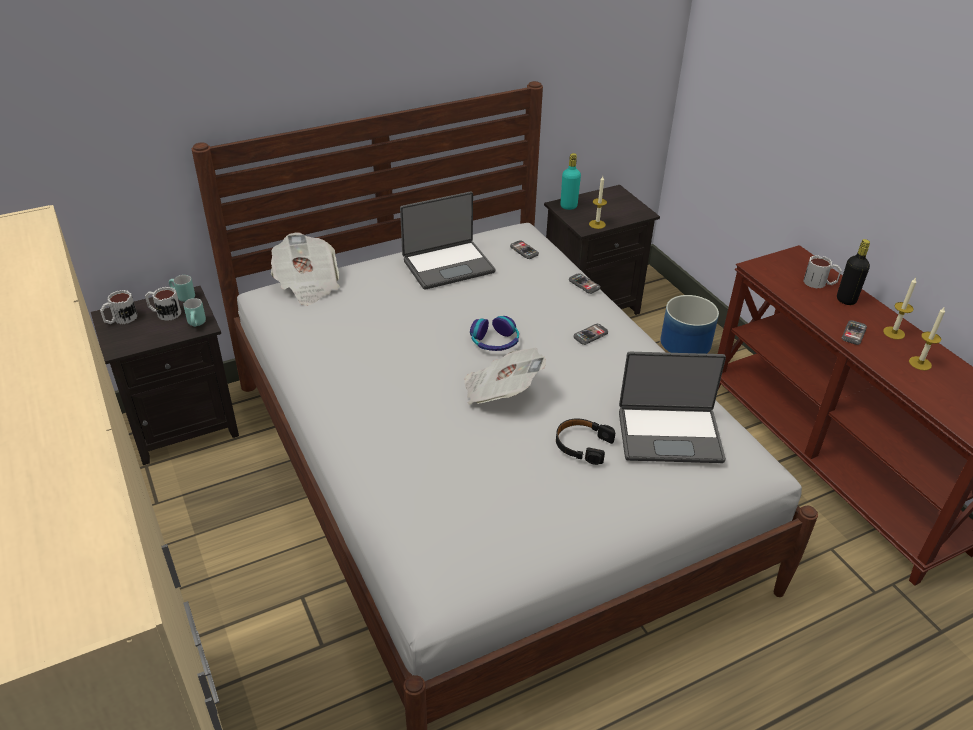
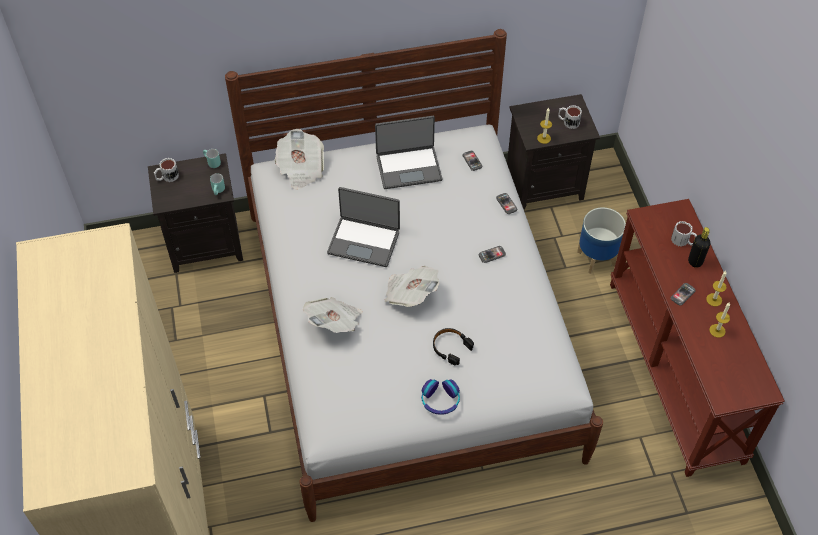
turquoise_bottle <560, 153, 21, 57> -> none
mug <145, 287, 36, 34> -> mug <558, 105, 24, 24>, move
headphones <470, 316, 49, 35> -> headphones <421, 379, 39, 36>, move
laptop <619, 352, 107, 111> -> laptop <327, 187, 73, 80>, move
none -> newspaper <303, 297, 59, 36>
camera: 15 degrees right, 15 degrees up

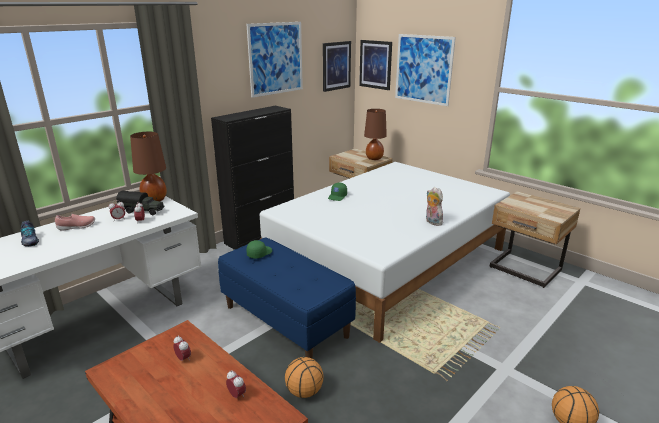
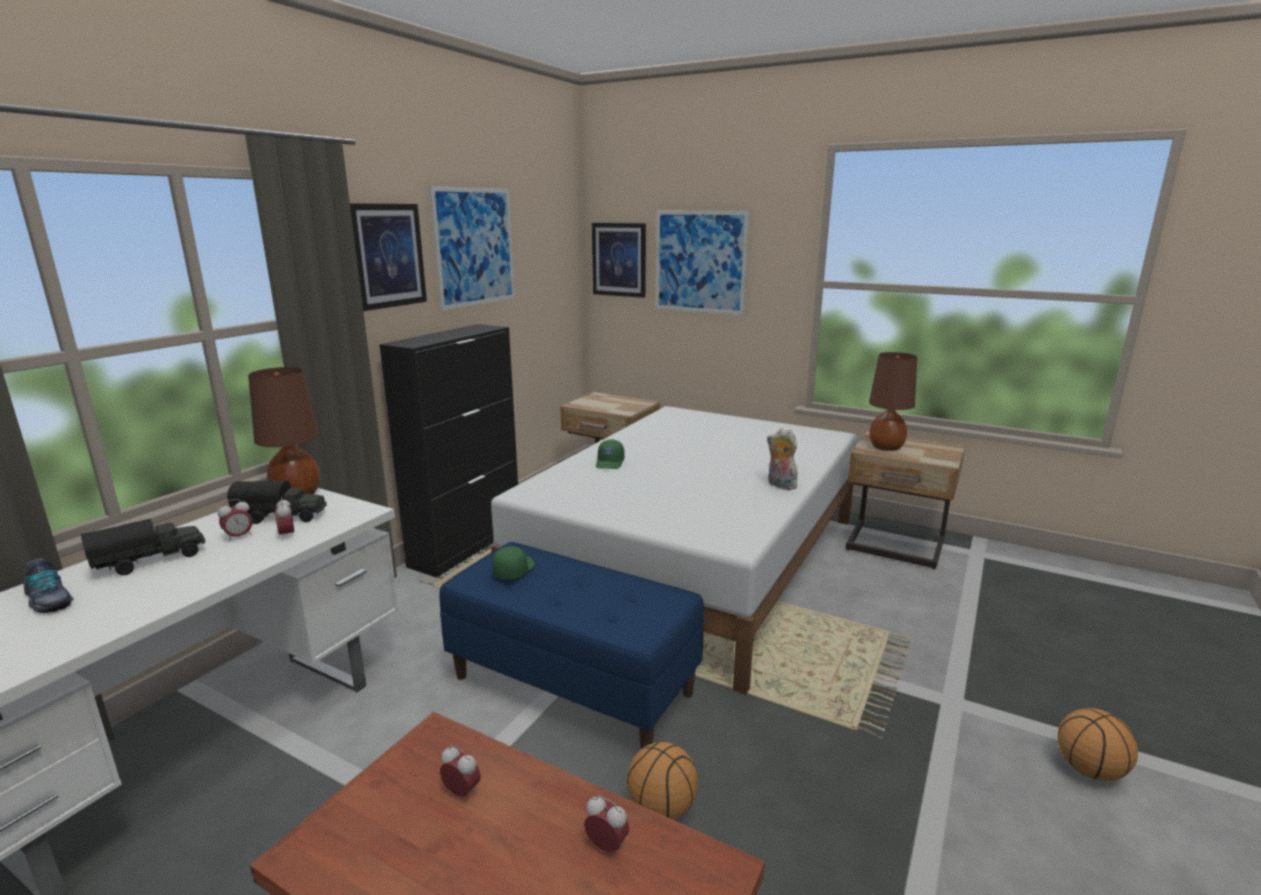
picture <323, 41, 28, 51> -> picture <350, 203, 77, 108>, move
brown_table_lamp <364, 109, 23, 51> -> brown_table_lamp <869, 352, 48, 99>, move
pink_shoe <55, 214, 40, 16> -> toy_truck <81, 519, 124, 56>
camera: 15 degrees left, 5 degrees down

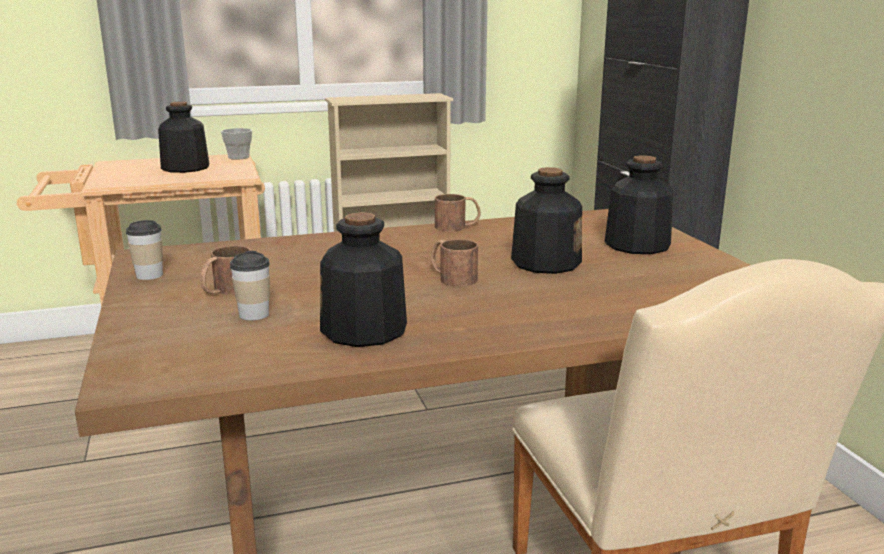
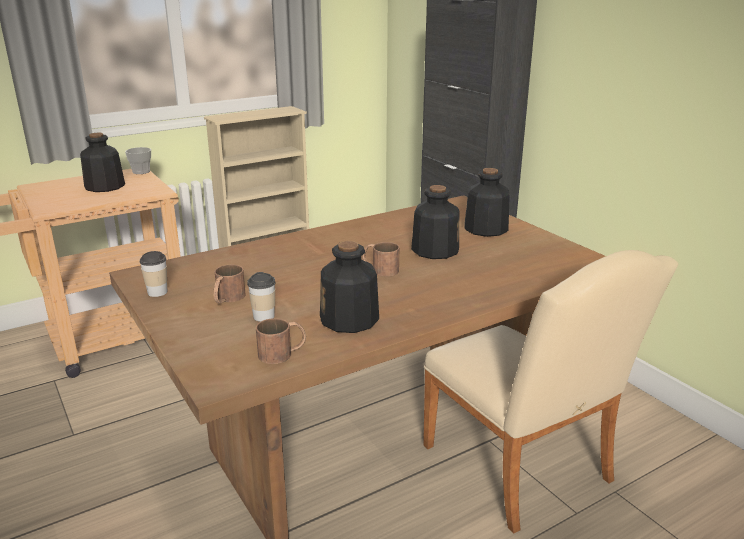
brown_mug <435, 194, 46, 37> -> brown_mug <256, 318, 50, 46>, move
camera: 15 degrees left, 5 degrees up

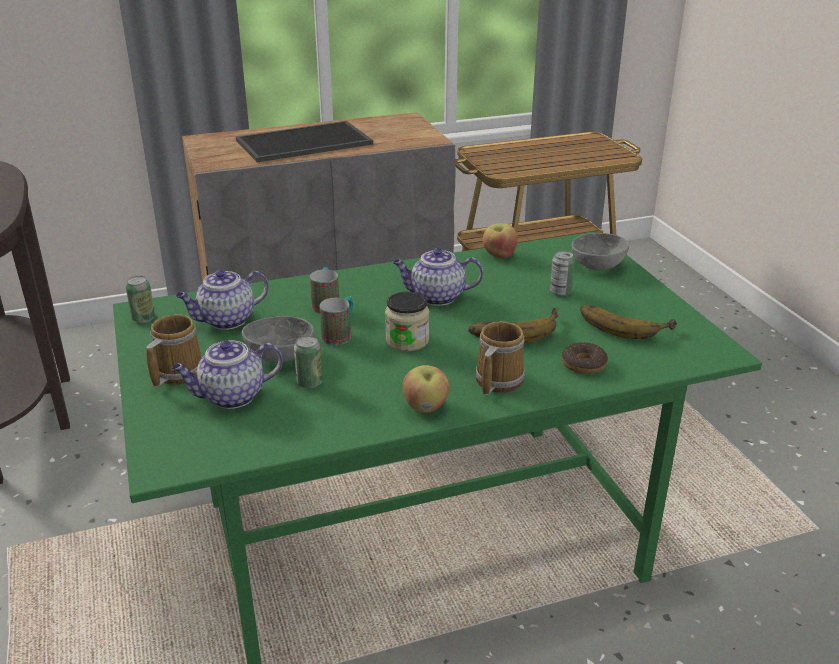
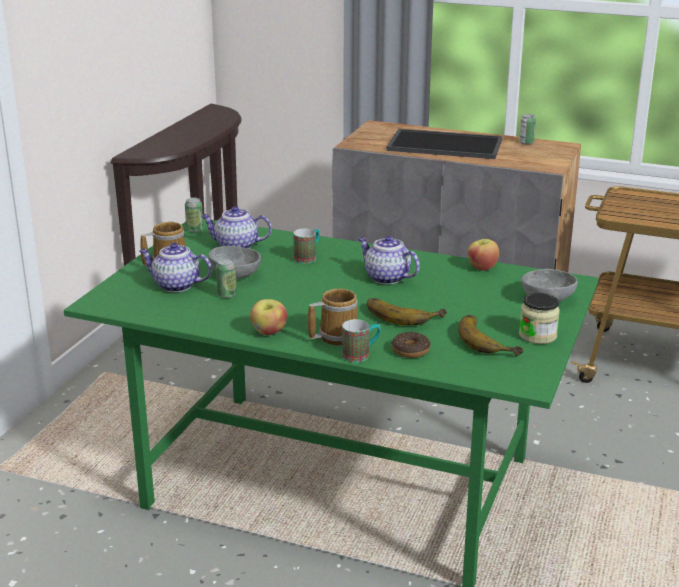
can <550, 251, 25, 45> -> can <519, 114, 17, 31>, move
jar <385, 292, 44, 59> -> jar <519, 293, 41, 51>, move
mug <320, 297, 33, 49> -> mug <342, 319, 39, 44>, move
camera: 40 degrees right, 5 degrees down

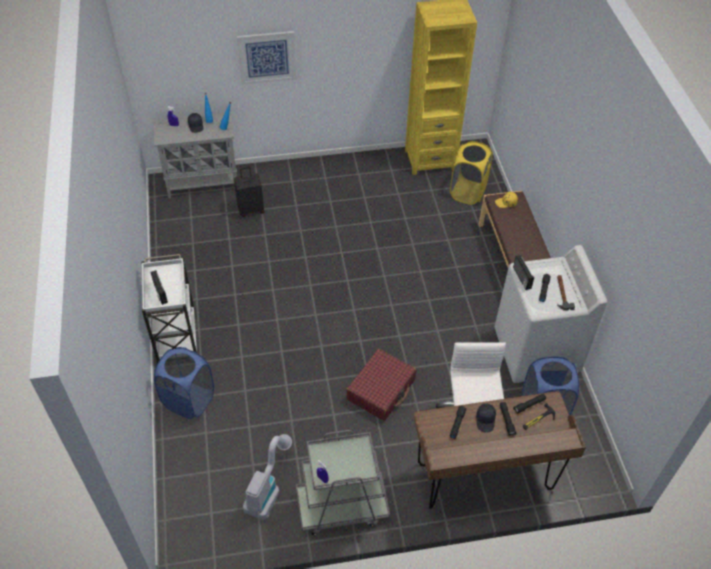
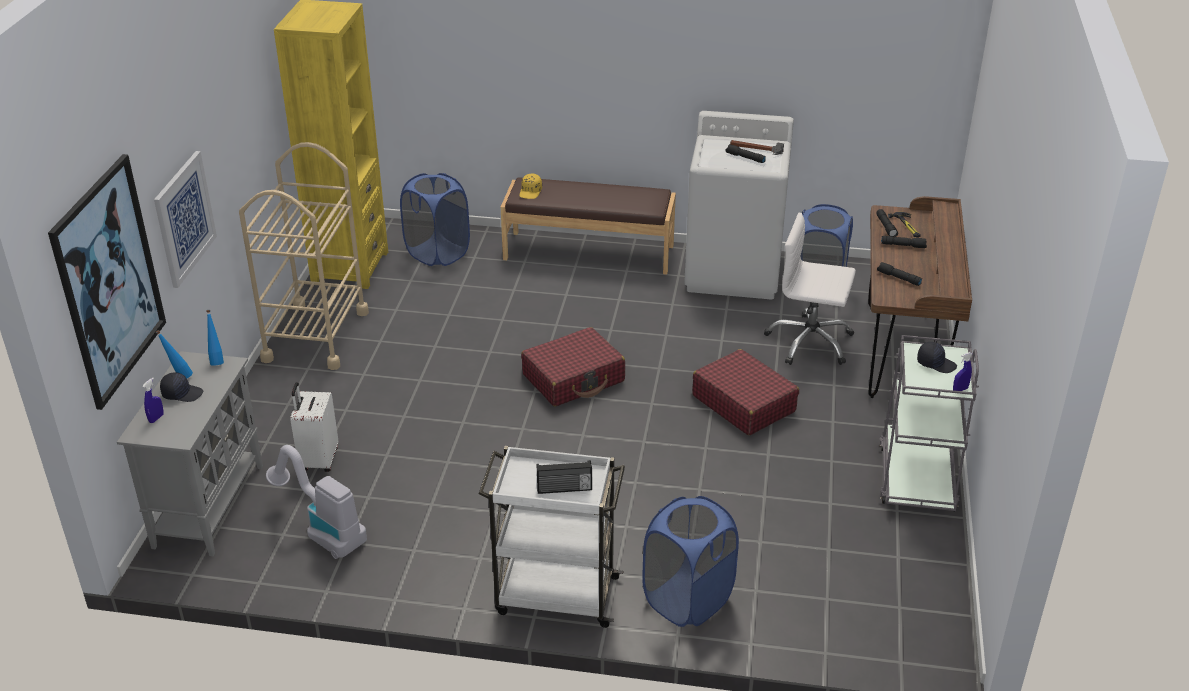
yellow_laundry_basket <450, 141, 43, 64> -> blue_laundry_basket <400, 173, 70, 93>
black_suitcase <234, 167, 31, 50> -> white_suitcase <290, 382, 48, 90>
radio <513, 255, 21, 35> -> none
black_cap <477, 404, 19, 29> -> black_cap <917, 342, 40, 31>, move
vacuum_cleaner <243, 434, 49, 86> -> vacuum_cleaner <266, 445, 101, 114>, move
none -> beige_cart <239, 142, 130, 228>
none -> picture <48, 154, 118, 256>
none -> red_suitcase <521, 327, 104, 79>
camera: 70 degrees left, 15 degrees down

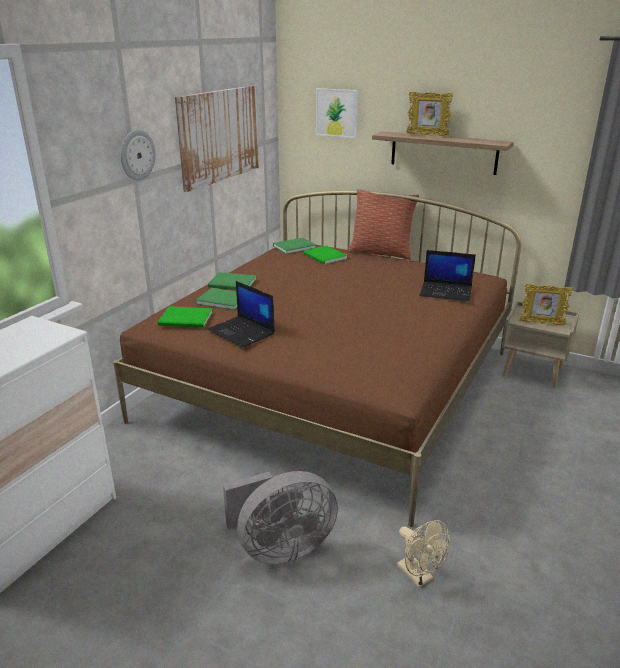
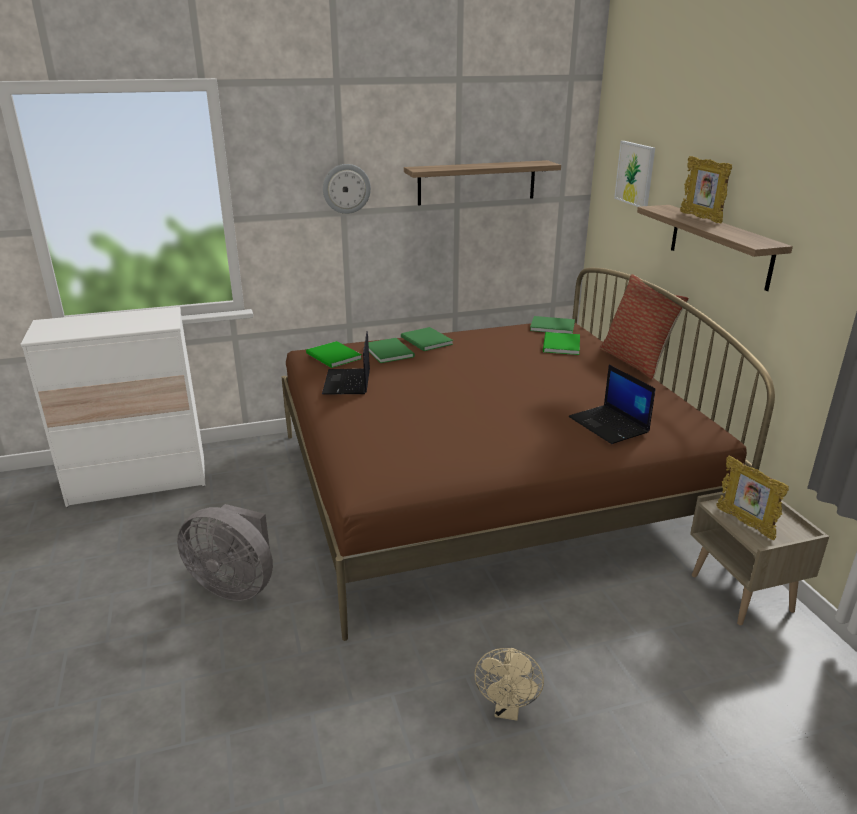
picture <175, 85, 84, 107> -> shelf <404, 160, 157, 45>
beige_fan <397, 520, 53, 67> -> beige_fan <474, 648, 70, 73>, move
camera: 45 degrees right, 0 degrees up

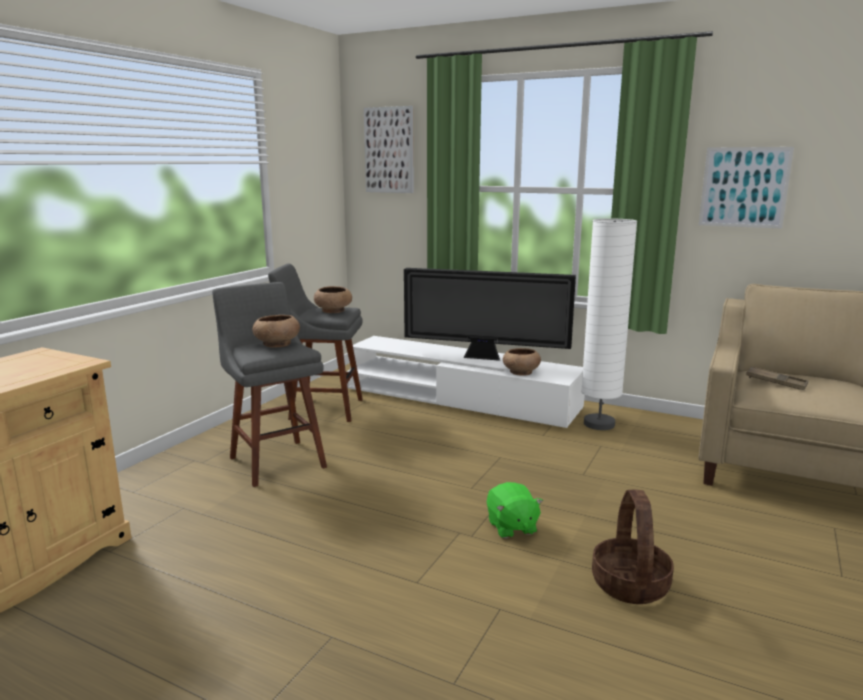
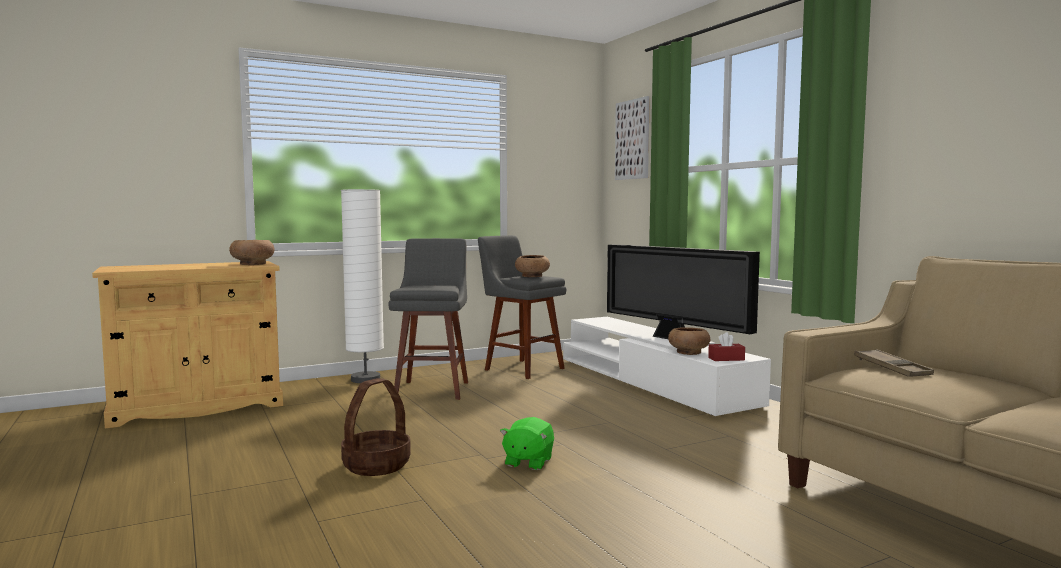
picture <699, 147, 95, 82> -> none
white_floor_lamp <581, 218, 56, 212> -> white_floor_lamp <341, 189, 43, 194>, move
brown_bowl <252, 315, 48, 33> -> brown_bowl <229, 240, 46, 25>, move
basket <592, 489, 82, 115> -> basket <341, 378, 70, 98>, move
none -> red_tissue_box <708, 332, 37, 29>
camera: 35 degrees right, 10 degrees down

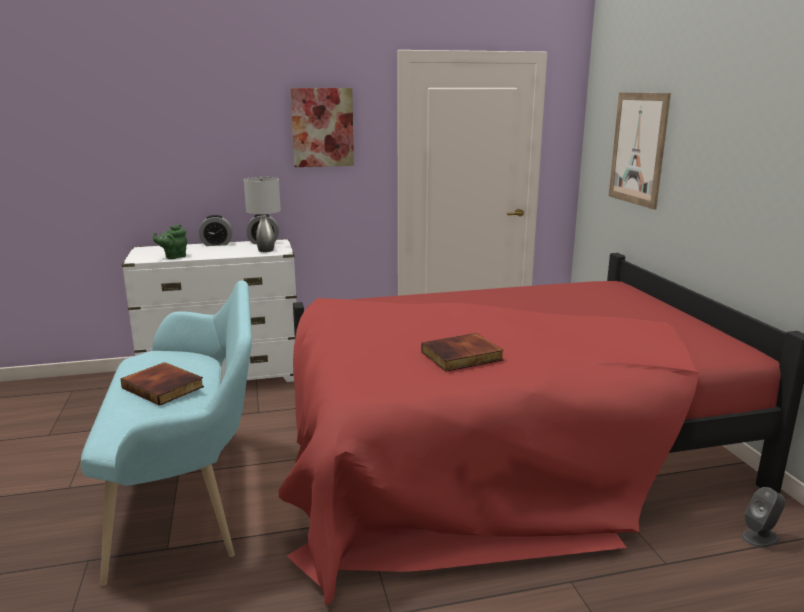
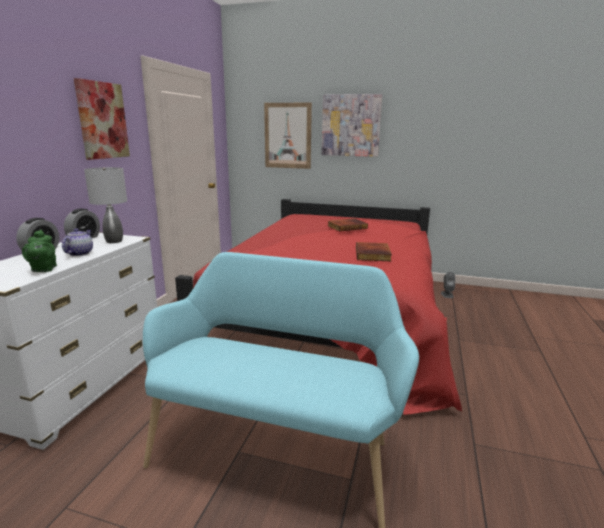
book <120, 362, 84, 44> -> book <328, 218, 40, 14>, move
none -> picture <322, 94, 60, 63>
none -> teapot <62, 228, 31, 28>
camera: 60 degrees left, 0 degrees up

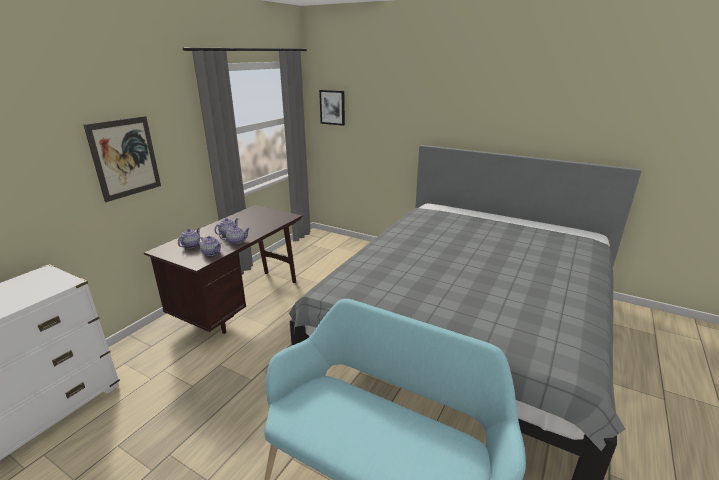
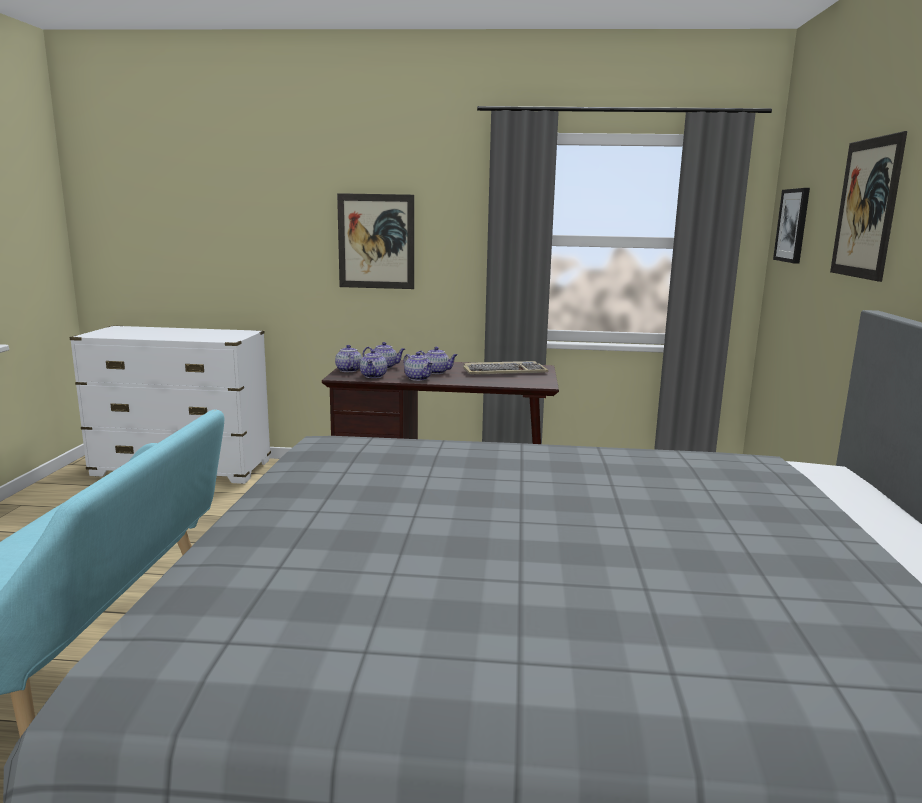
none -> picture <830, 131, 77, 151>
none -> teapot <335, 345, 27, 27>
none -> keyboard <463, 361, 85, 14>
camera: 65 degrees right, 10 degrees down

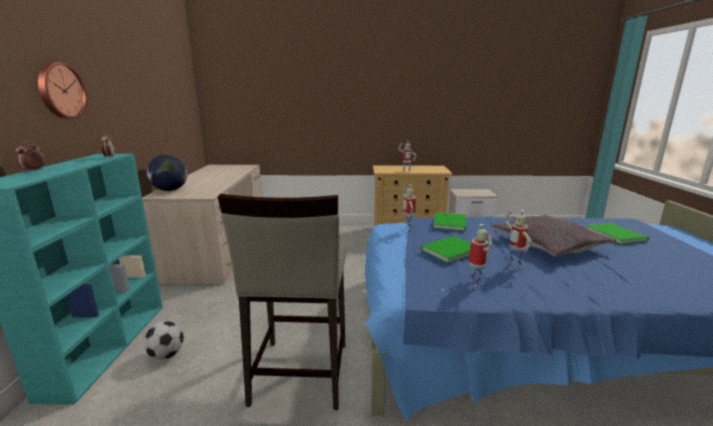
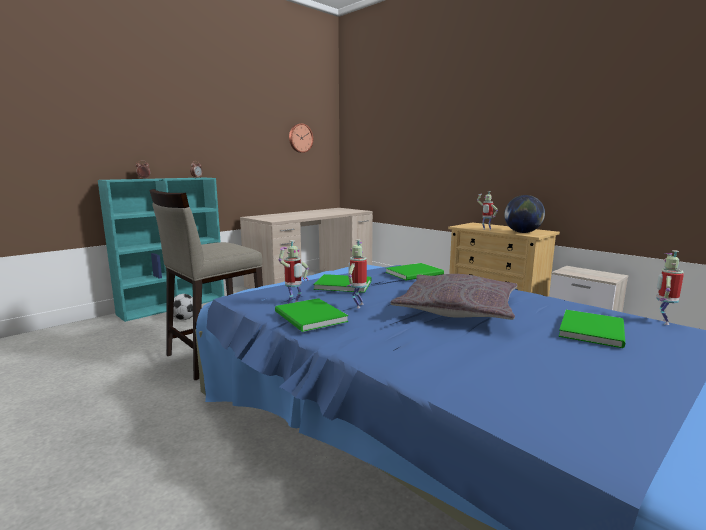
wall_clock <38, 62, 49, 57> -> wall_clock <289, 123, 24, 30>, move
globe <147, 154, 41, 37> -> globe <504, 195, 41, 38>, move
toy_robot <402, 185, 14, 45> -> toy_robot <656, 250, 28, 75>, move
none -> green_book <275, 298, 73, 34>
camera: 45 degrees right, 5 degrees down

